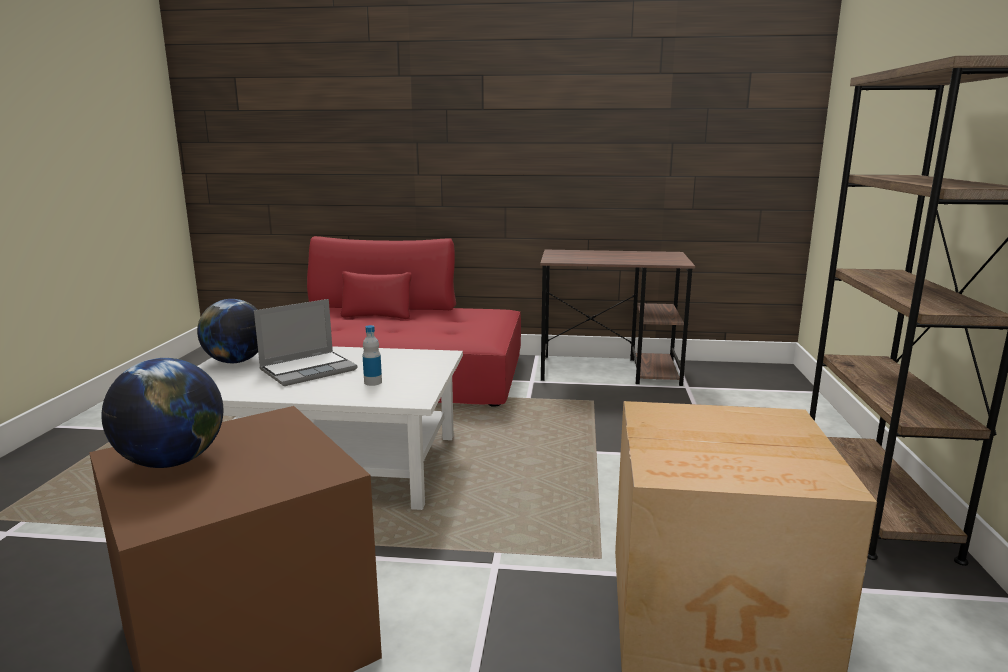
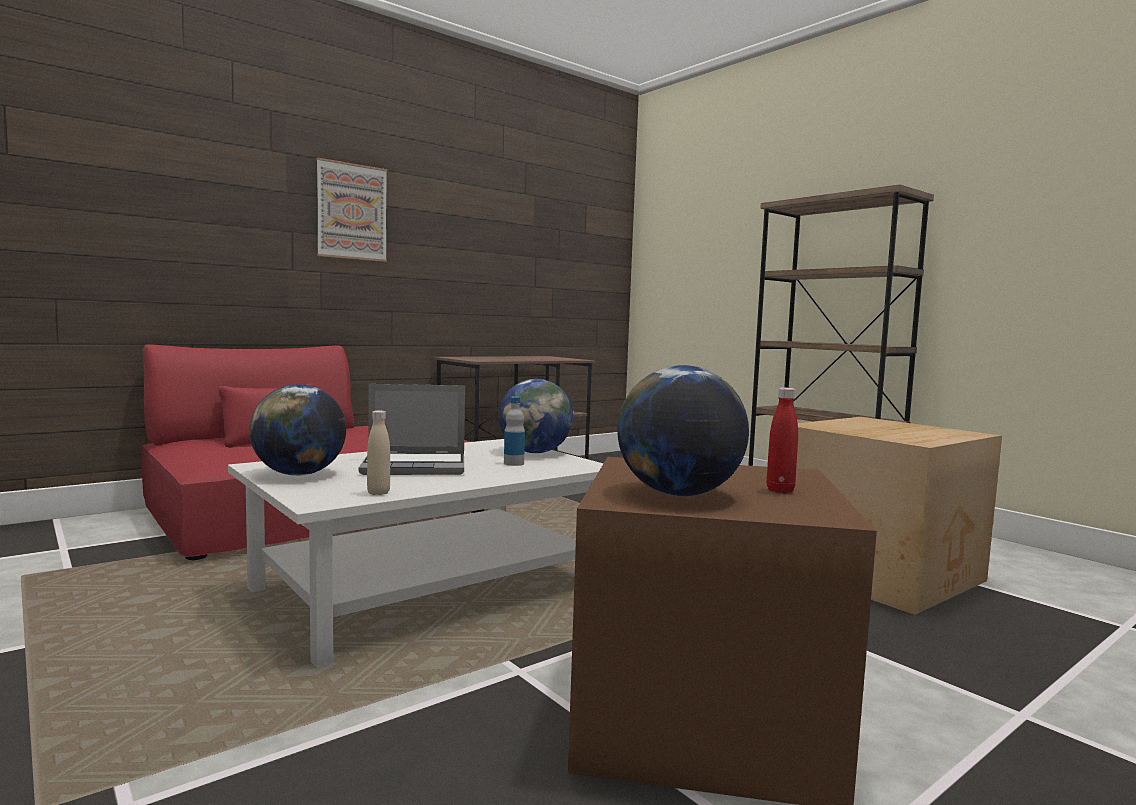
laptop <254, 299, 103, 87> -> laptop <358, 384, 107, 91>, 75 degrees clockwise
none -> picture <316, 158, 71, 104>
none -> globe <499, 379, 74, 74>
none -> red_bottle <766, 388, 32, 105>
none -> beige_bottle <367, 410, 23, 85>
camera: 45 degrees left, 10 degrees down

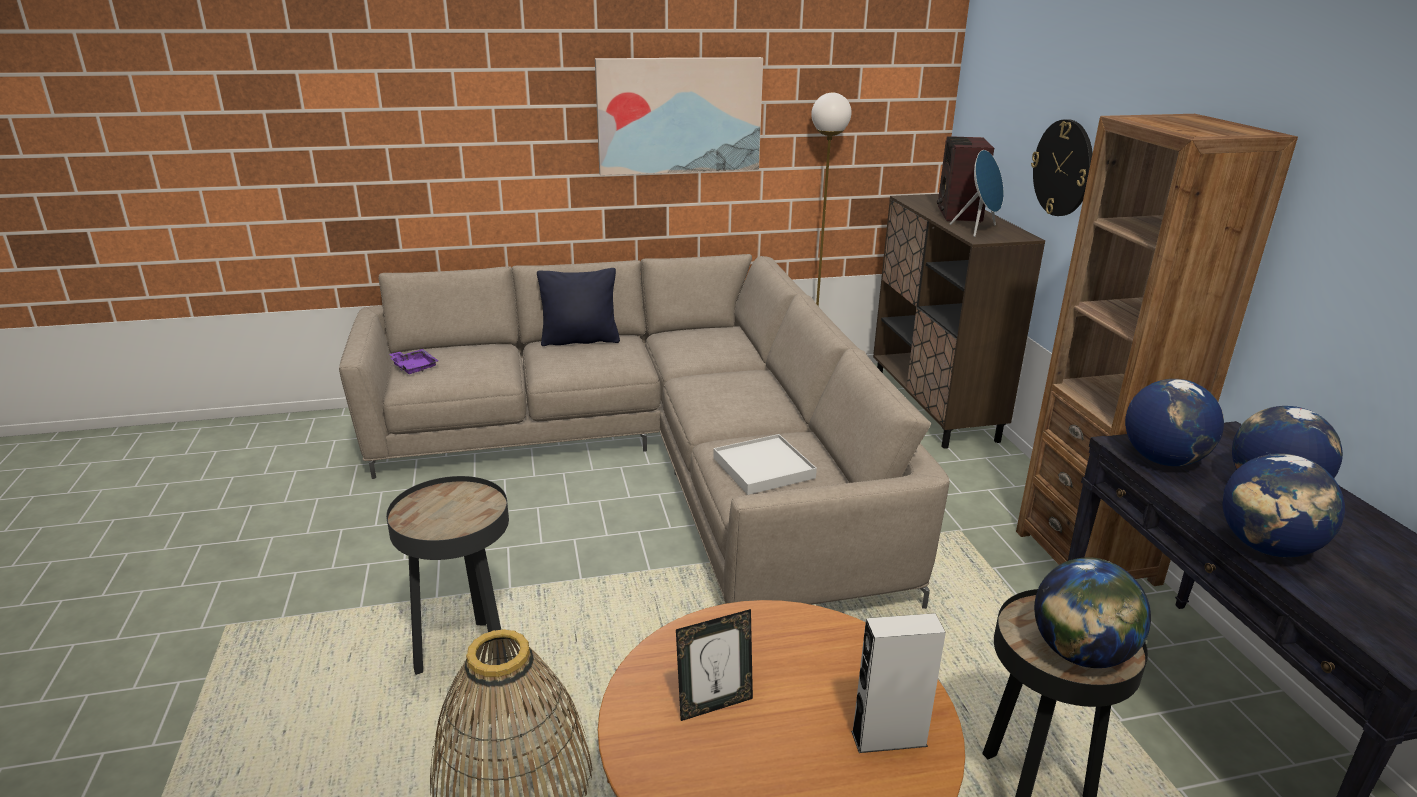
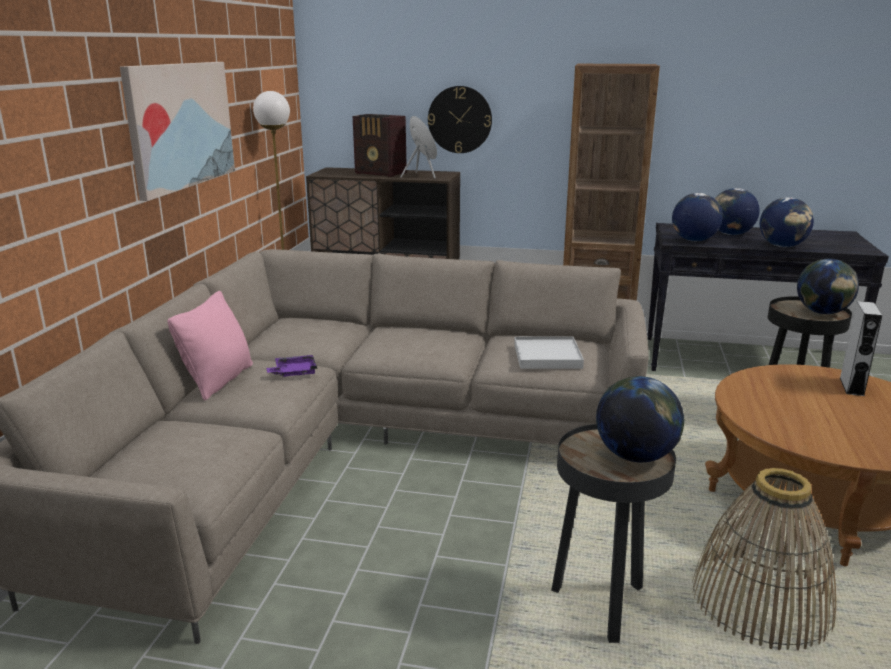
black_pillow <537, 268, 83, 78> -> pink_pillow <168, 291, 85, 110>
purple_tray <389, 349, 49, 25> -> purple_tray <266, 355, 51, 22>, move
picture_frame <676, 609, 77, 112> -> none
none -> globe <596, 376, 88, 87>
camera: 65 degrees left, 5 degrees down

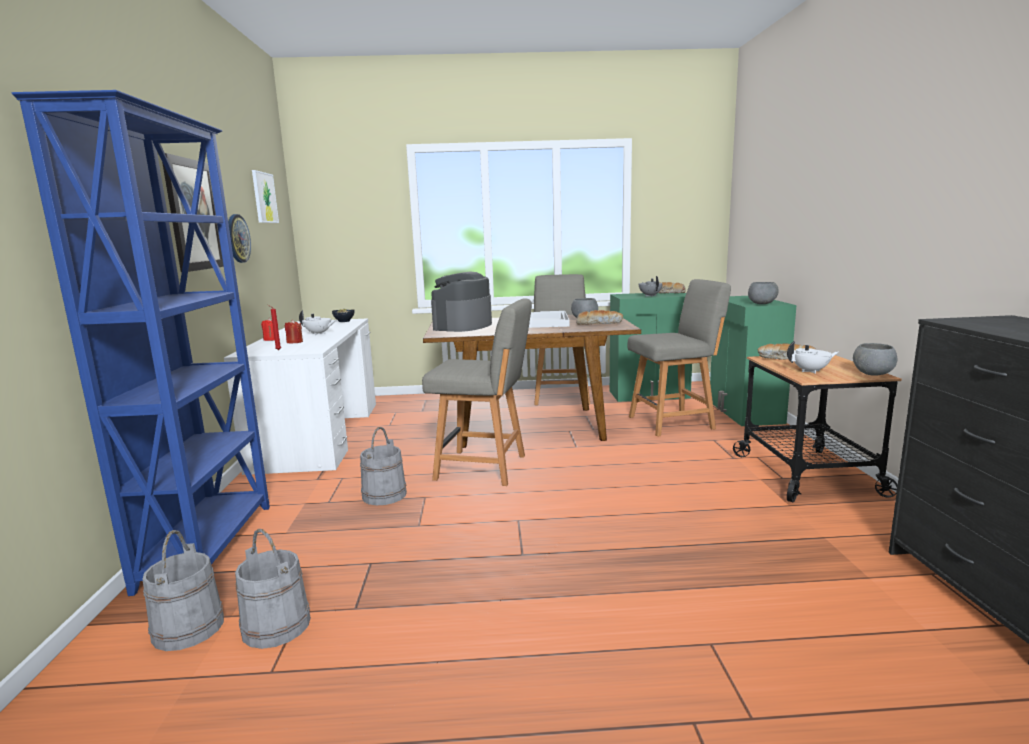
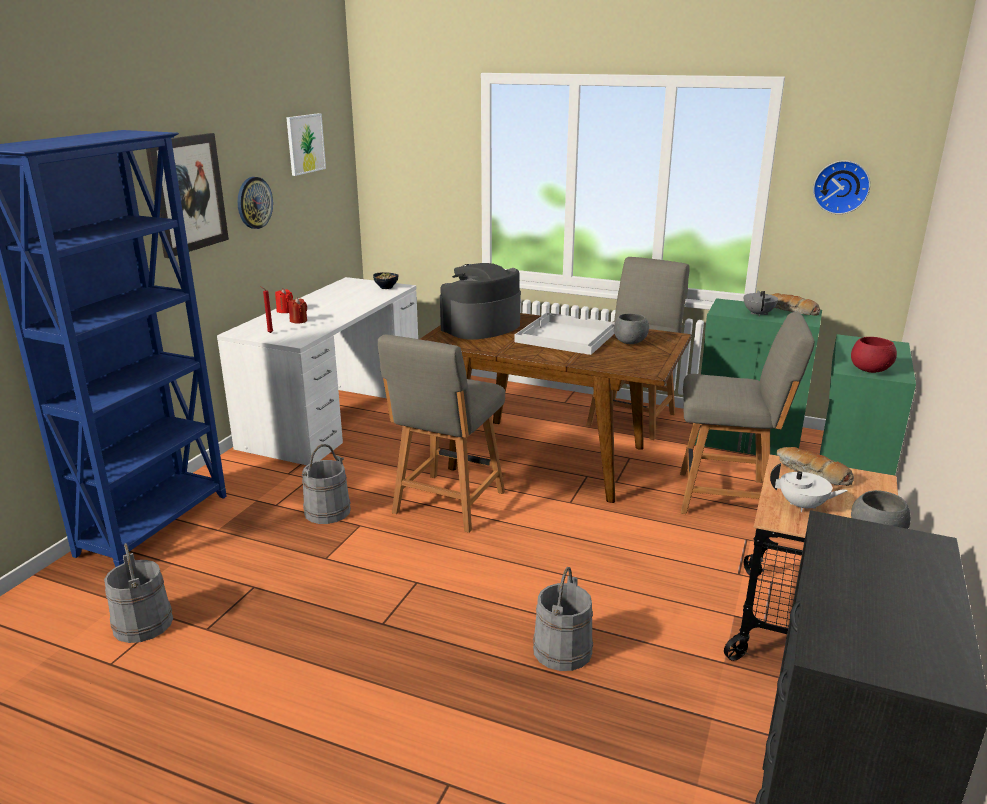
grey_bowl <748, 282, 31, 22> -> red_bowl <851, 337, 46, 36>
grey_chair <422, 298, 110, 188> -> grey_chair <378, 334, 127, 199>, 75 degrees clockwise
white_teapot <299, 310, 37, 25> -> none
bread <576, 310, 47, 15> -> none
grey_bucket <143, 530, 81, 121> -> grey_bucket <533, 567, 60, 104>, move
none -> wall_clock <813, 161, 57, 53>
camera: 25 degrees right, 10 degrees up

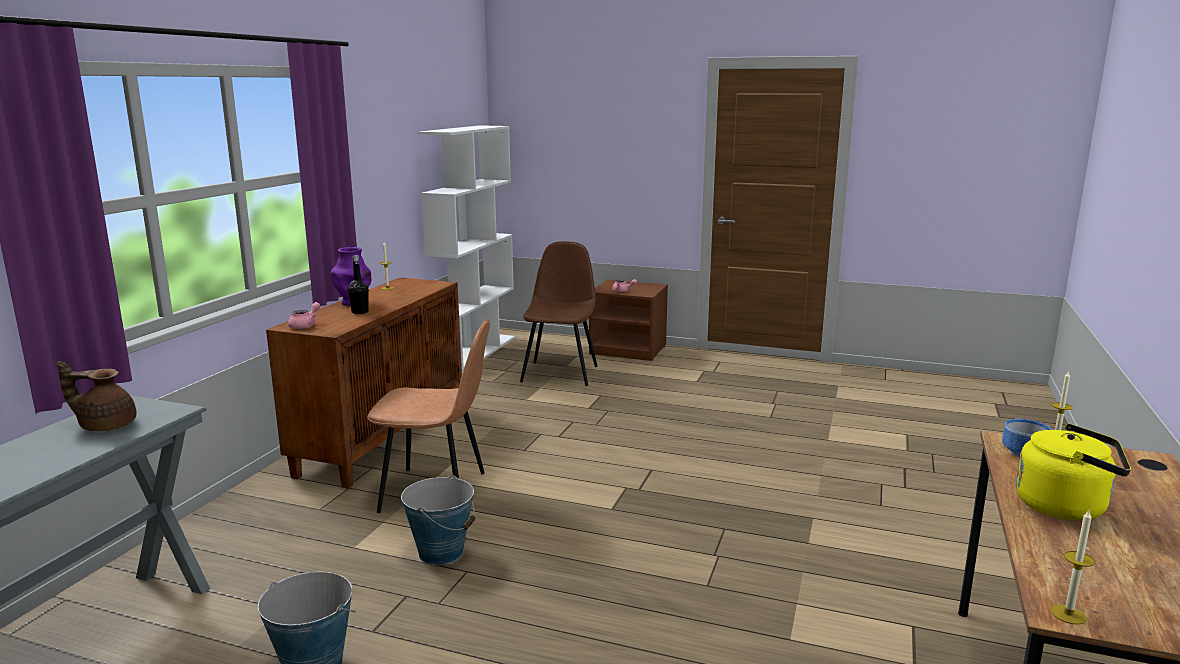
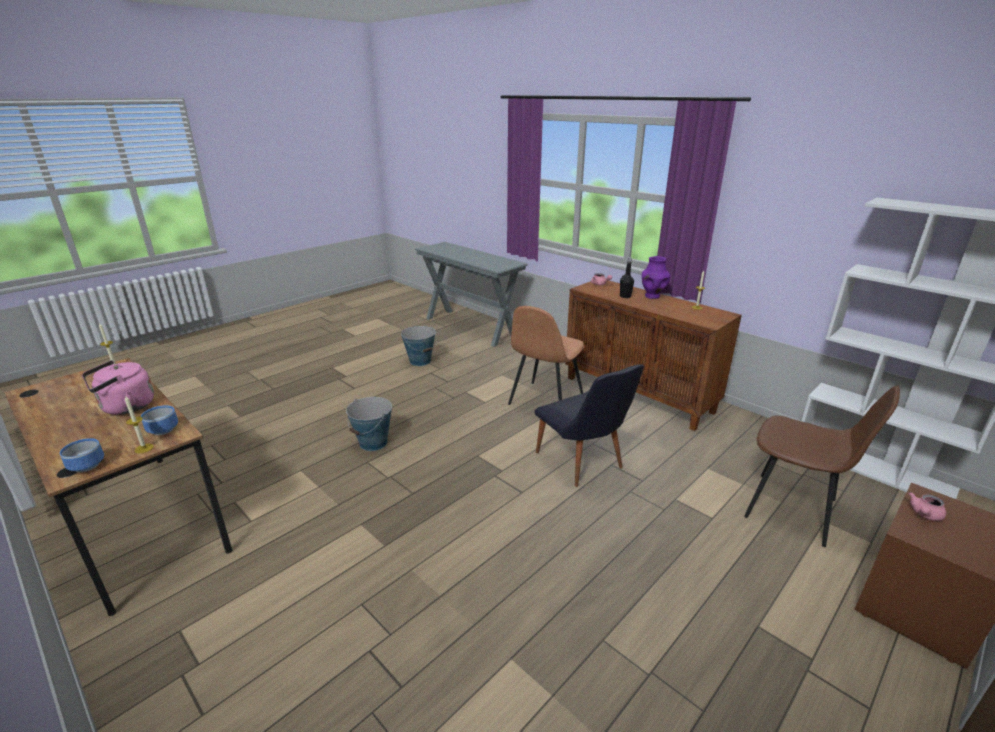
brown_teapot <57, 361, 79, 70> -> none
yellow_kettle <1016, 424, 115, 97> -> pink_kettle <82, 360, 72, 55>
bucket <401, 475, 74, 90> -> bucket <346, 397, 46, 54>, move
none -> black_chair <535, 365, 109, 122>
none -> bowl <60, 438, 44, 34>
camera: 115 degrees right, 10 degrees up

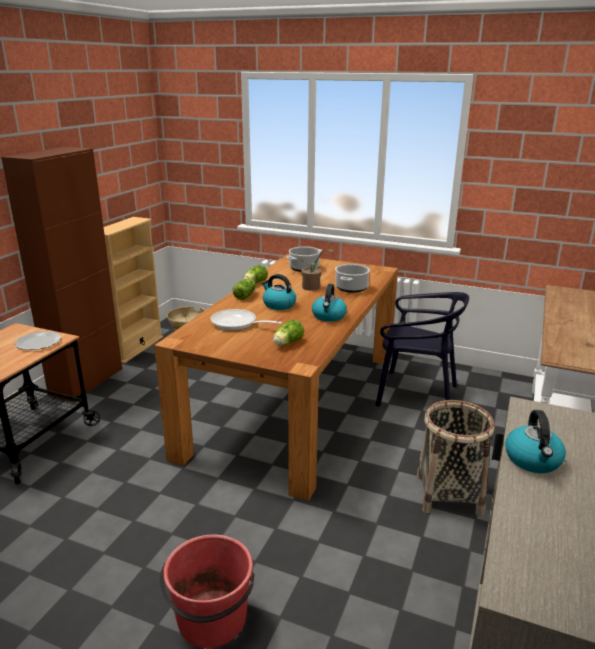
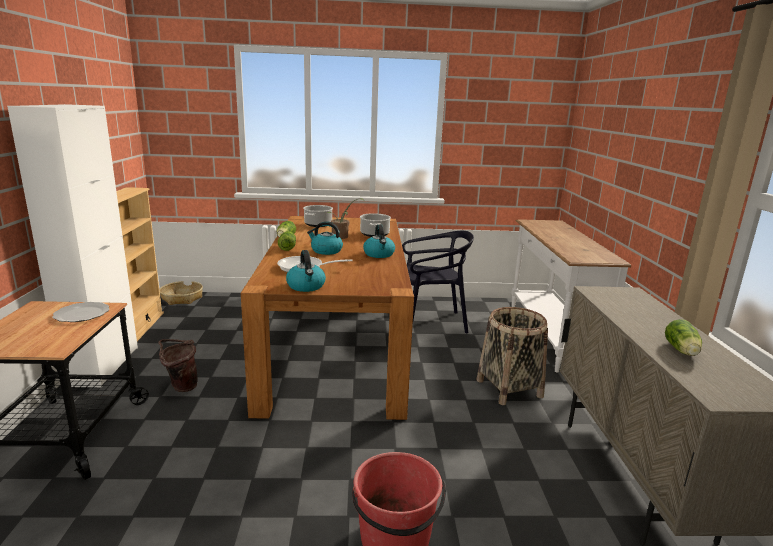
brown_cabinet <1, 147, 121, 256> -> white_cabinet <7, 104, 131, 283>
lettuce <273, 320, 31, 25> -> lettuce <665, 319, 37, 37>, move
kettle <505, 410, 61, 63> -> kettle <286, 250, 40, 42>, move
none -> brown_bucket <158, 339, 40, 53>
camera: 25 degrees left, 5 degrees down

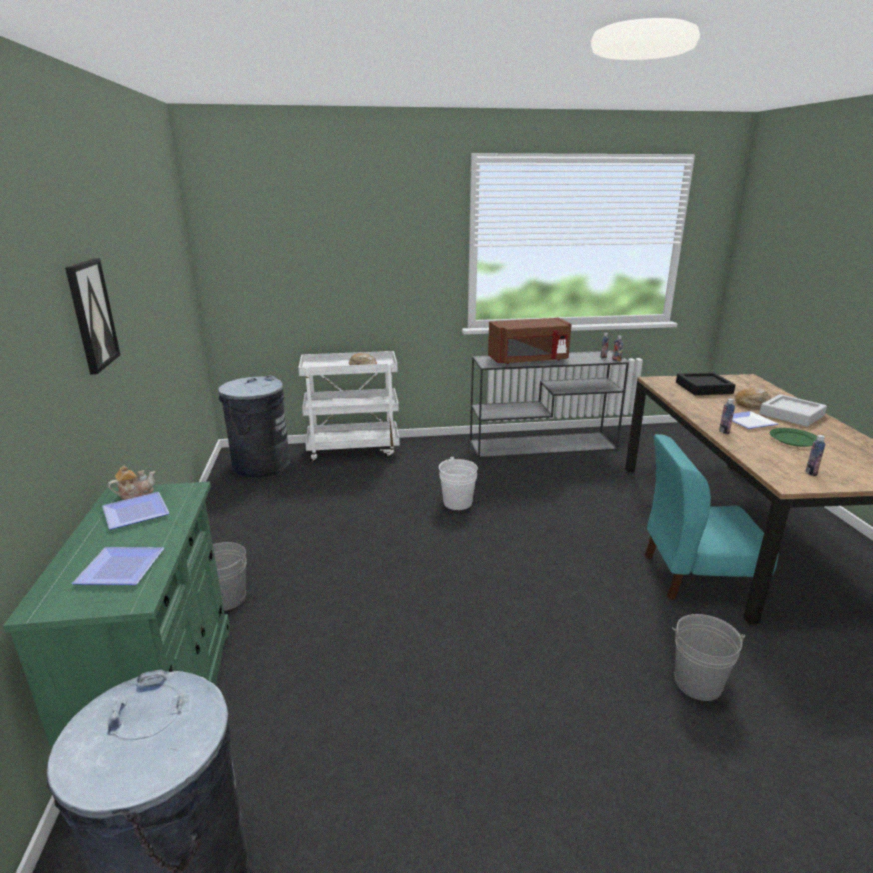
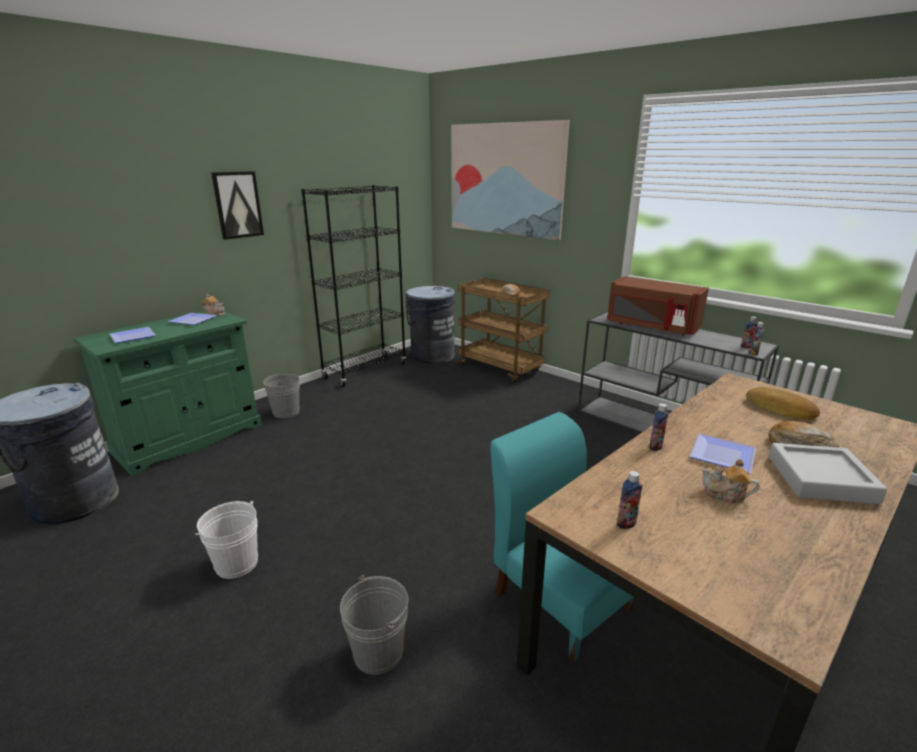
white_cart <298, 351, 102, 112> -> brown_cart <459, 278, 91, 105>
black_tray <676, 372, 59, 23> -> bread <746, 387, 74, 33>
green_plate <770, 428, 47, 19> -> teapot <701, 459, 58, 45>
white_bucket <439, 457, 39, 53> -> white_bucket <195, 501, 63, 78>, move
none -> picture <451, 120, 119, 121>
none -> black_bookcase <301, 185, 105, 202>
camera: 50 degrees right, 0 degrees up

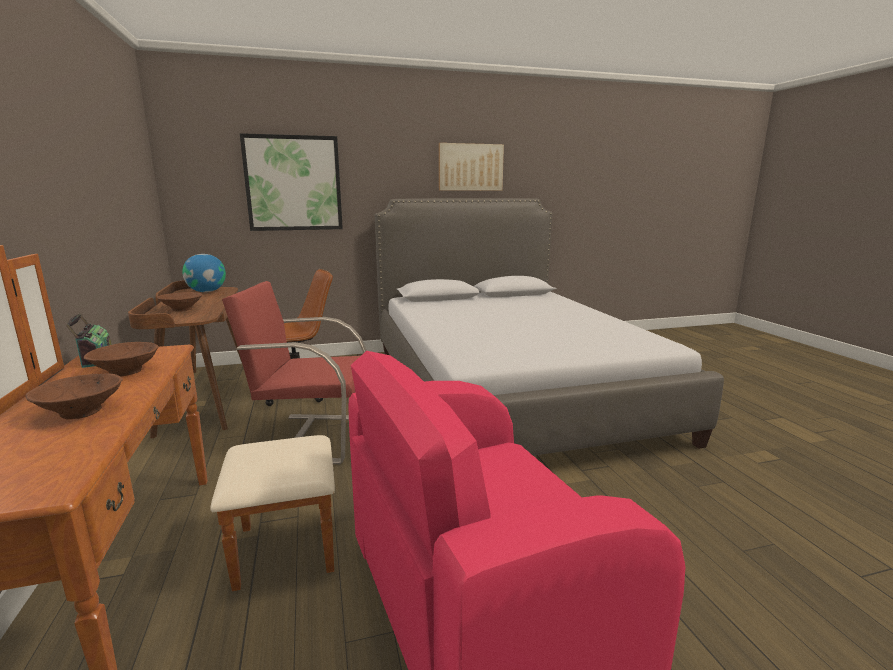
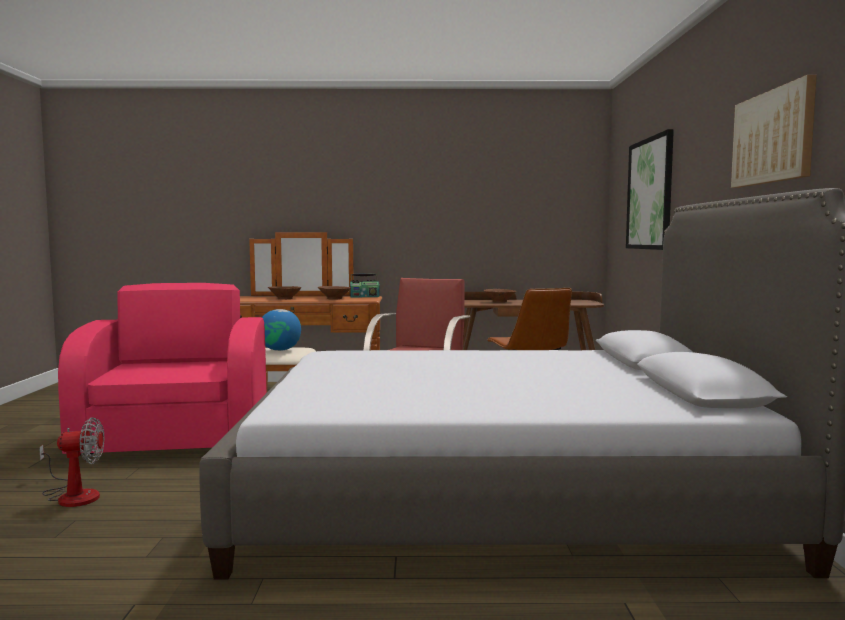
globe <182, 254, 44, 38> -> globe <262, 309, 39, 42>, move
none -> fan <39, 417, 65, 90>
camera: 105 degrees right, 10 degrees down

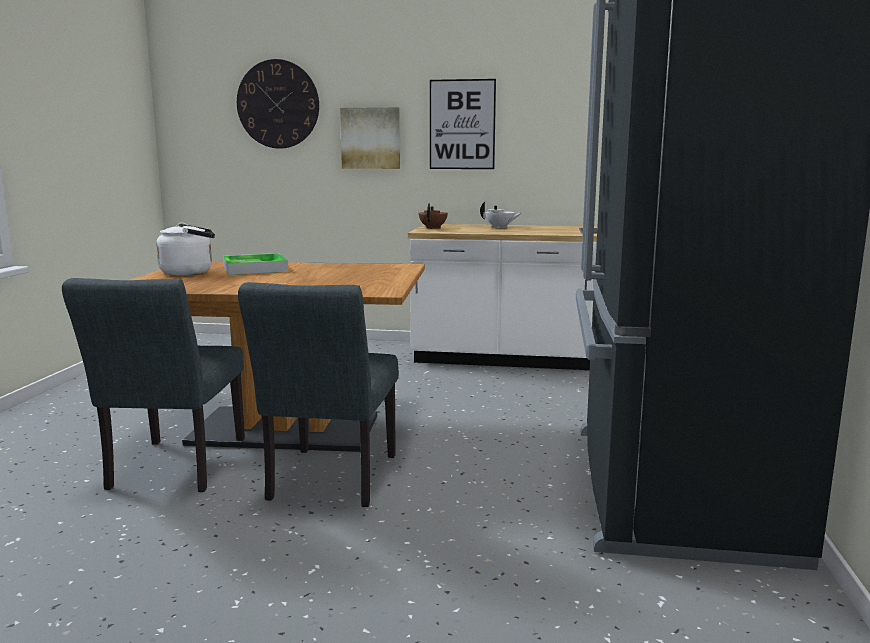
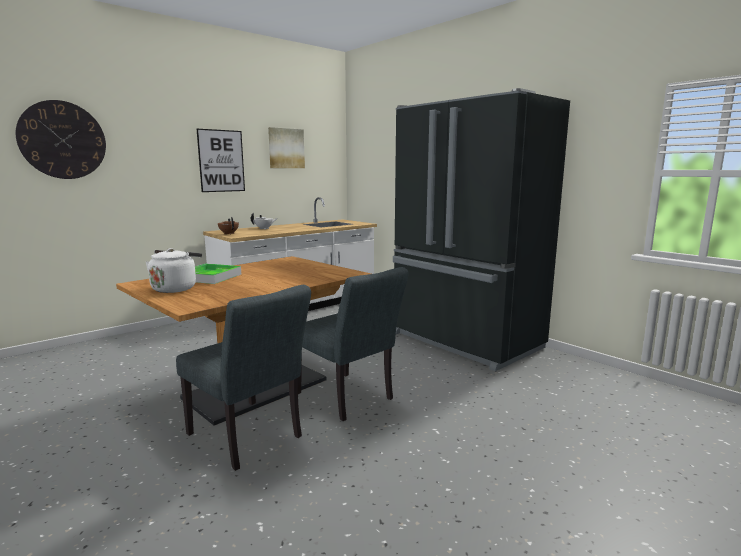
picture <340, 107, 60, 62> -> picture <268, 127, 37, 41>, move
camera: 50 degrees left, 0 degrees up

